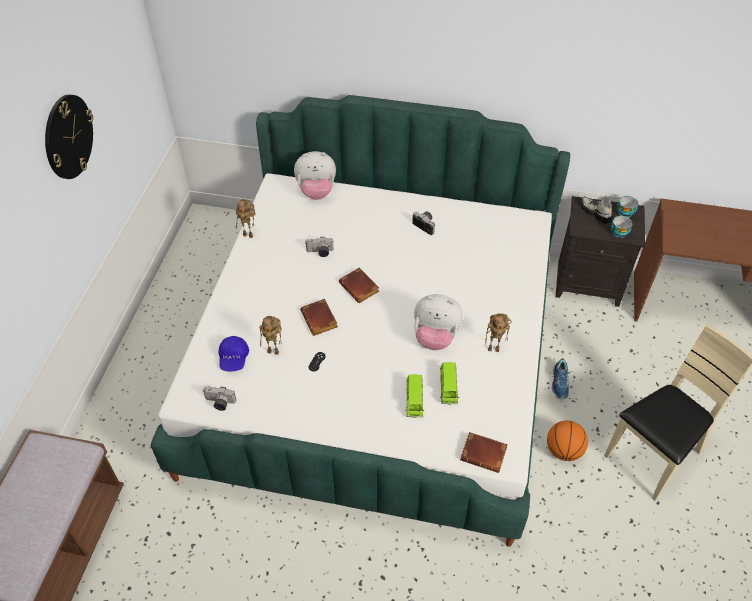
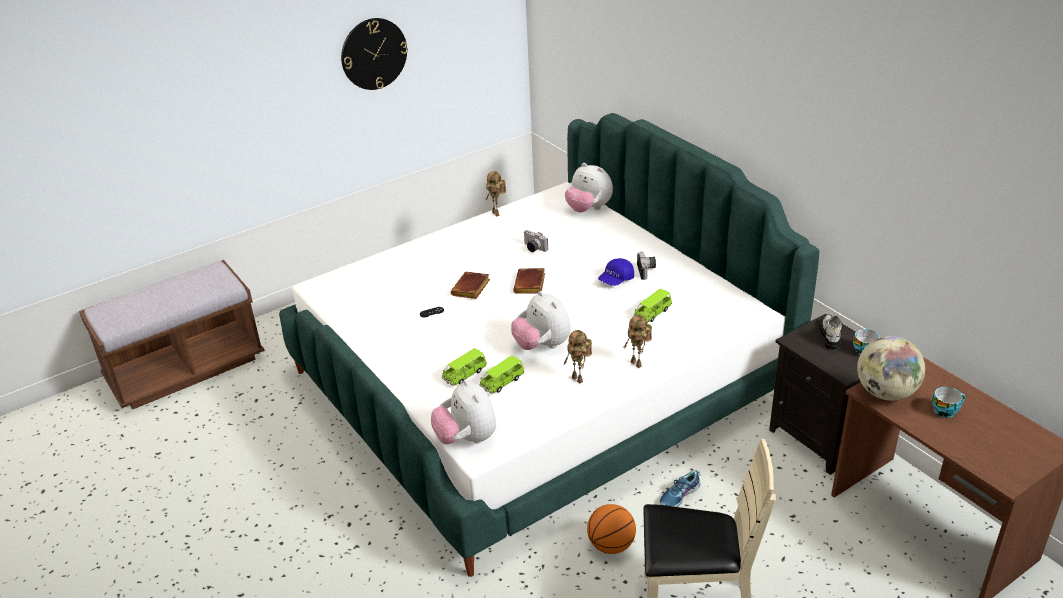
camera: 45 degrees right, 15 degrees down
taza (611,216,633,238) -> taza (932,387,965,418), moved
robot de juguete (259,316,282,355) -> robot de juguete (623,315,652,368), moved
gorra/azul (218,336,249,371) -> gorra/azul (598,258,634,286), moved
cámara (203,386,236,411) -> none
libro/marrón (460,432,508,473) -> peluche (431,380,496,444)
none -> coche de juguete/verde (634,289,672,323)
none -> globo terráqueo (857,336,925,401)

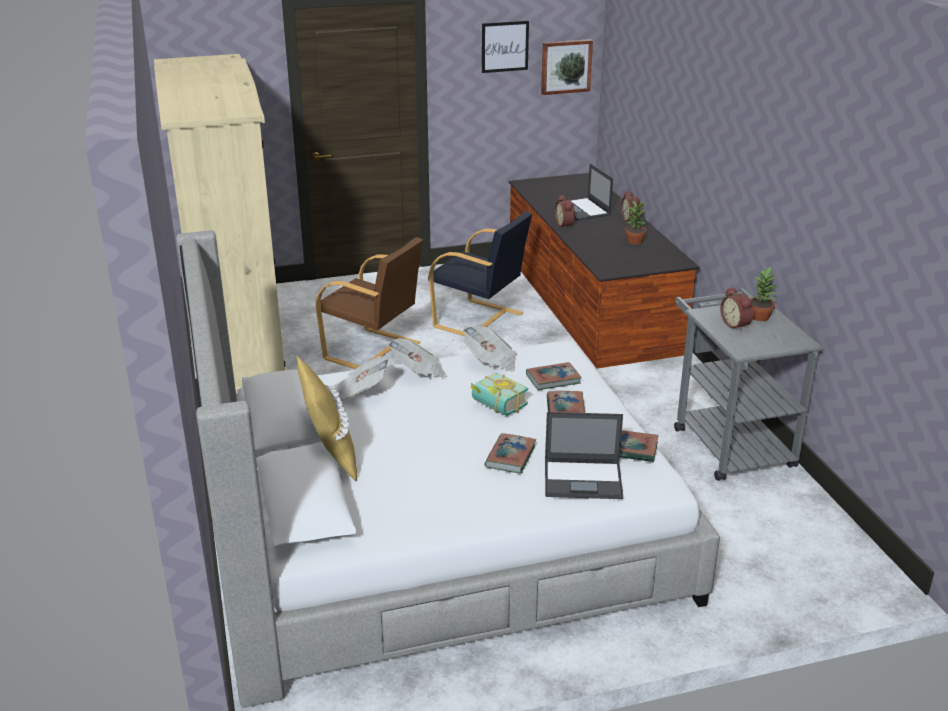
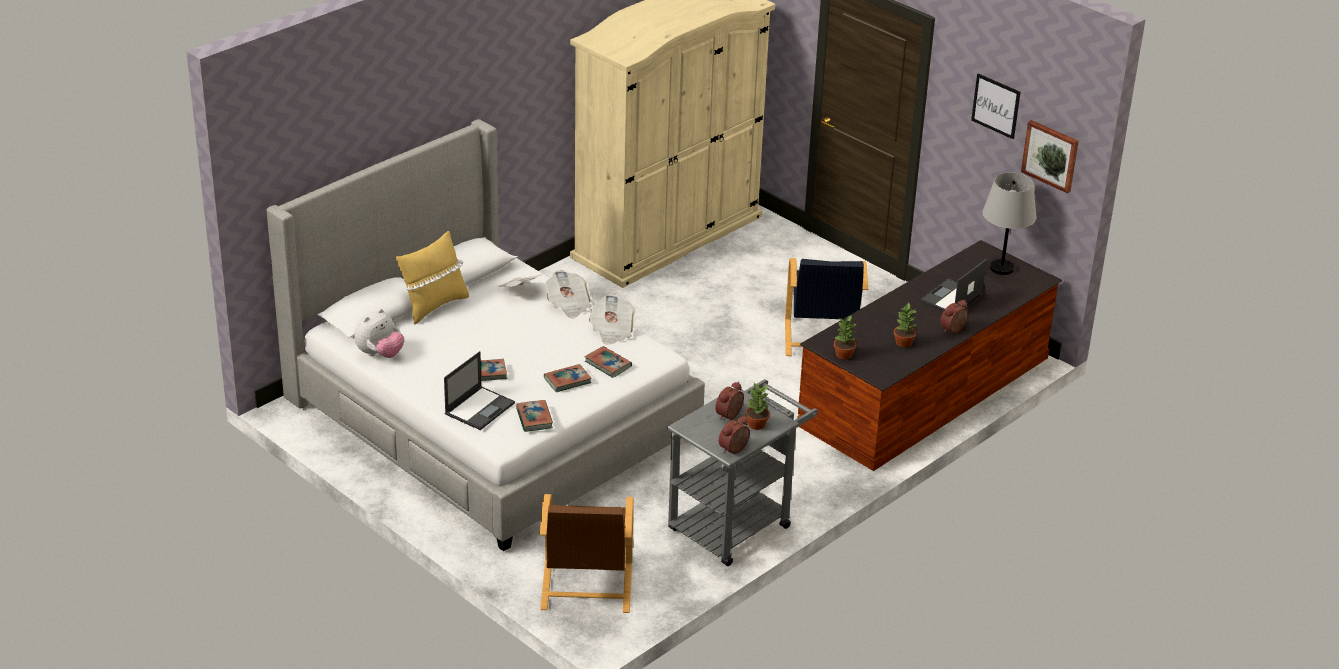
camera: 60 degrees right, 5 degrees up
despertador (555,195,575,229) -> despertador (719,416,750,454), moved
sillón/marrón (316,237,423,369) -> sillón/marrón (540,494,634,613), moved
libro (471,372,528,416) -> none
portátil (545,412,623,499) -> portátil (444,351,515,430), 120 degrees counterclockwise
none -> lámpara de mesa/gris (983,173,1037,275)
none -> peluche (355,309,405,358)
none -> planta en maceta (834,315,857,360)

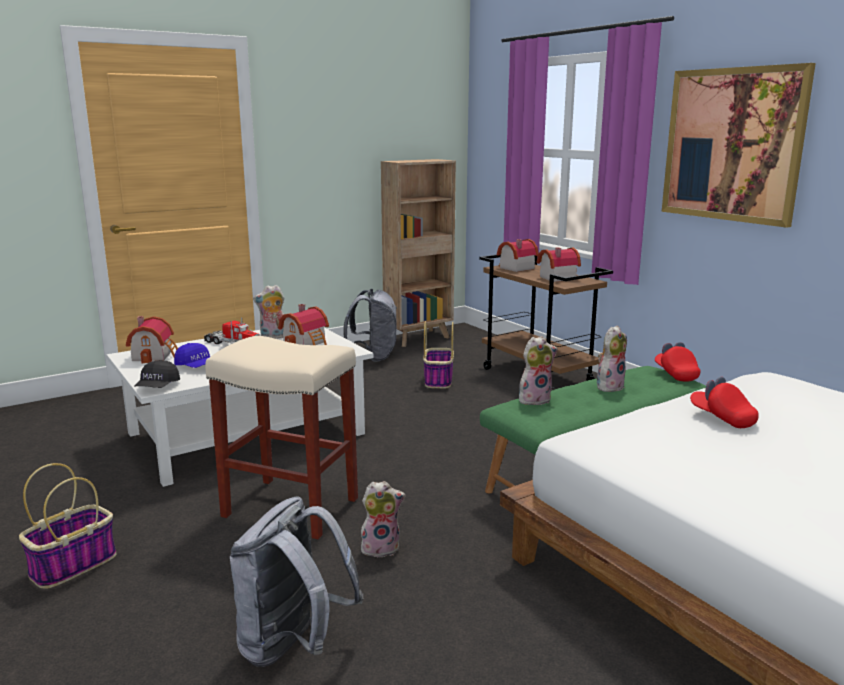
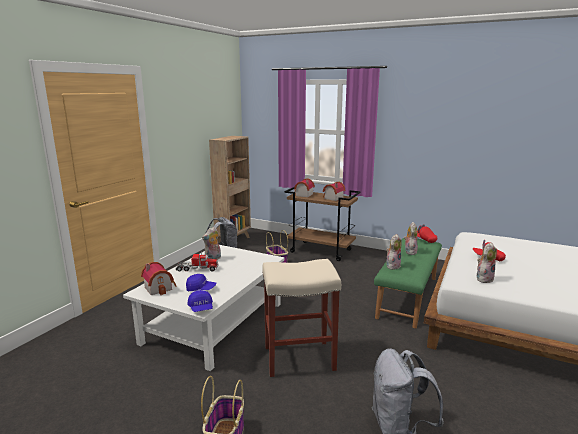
camera: 30 degrees left, 0 degrees up
cuadro (662,63,816,228) -> none
casita (278,304,329,345) -> none
gorra/negro (134,360,180,388) -> gorra/azul (187,290,213,312)
peluche (361,481,406,558) -> peluche (477,242,497,283), moved

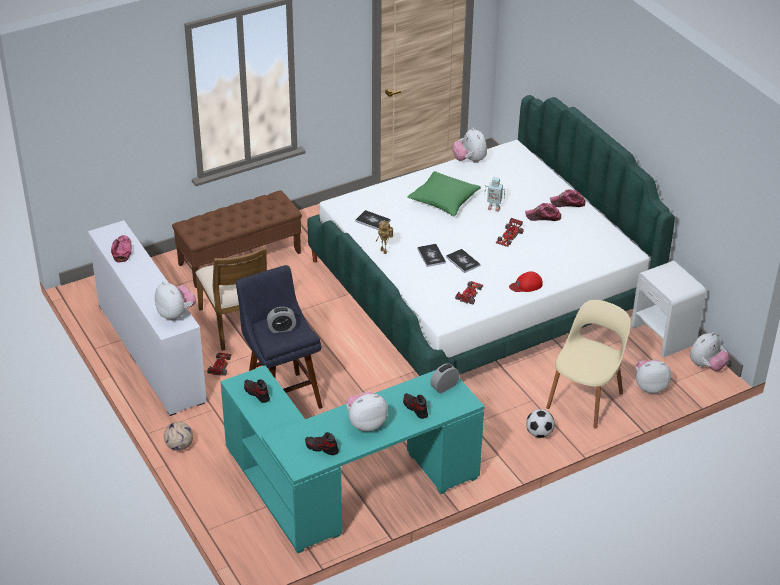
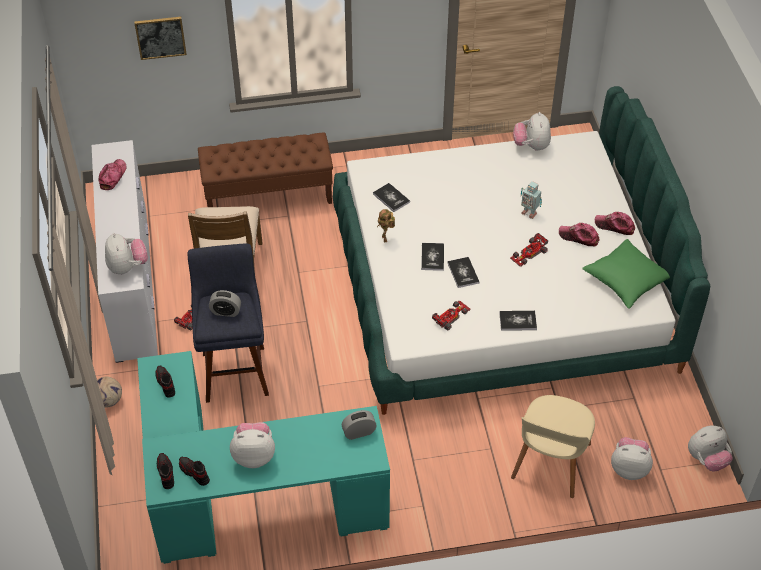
camera: 20 degrees right, 10 degrees up
cojín/verde (408,171,481,216) -> cojín/verde (582,239,670,309), moved
mesita de noche/blanco (631,261,706,358) -> none
gorra/rojo (509,272,543,292) -> libro (499,311,537,331)
silla/beis (546,300,631,429) -> silla/beis (511,395,595,498), 150 degrees clockwise
zapato (403,393,428,419) -> zapato (157,453,174,489), moved
balón de fútbol (526,409,555,438) -> none
none -> cuadro (134,17,187,60)

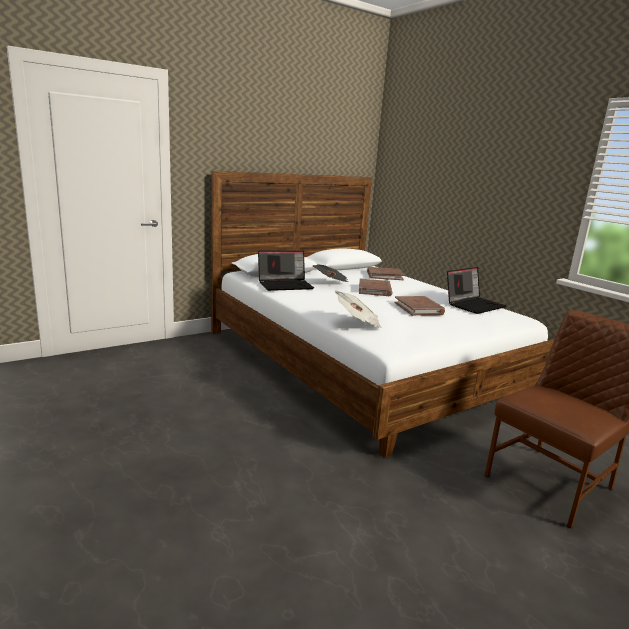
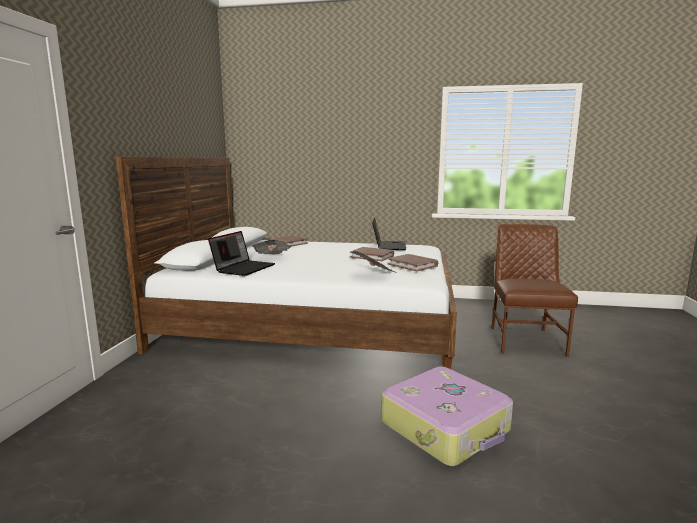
camera: 45 degrees left, 5 degrees down
libro/marrón (359,279,392,296) -> libro/marrón (387,254,438,272), moved
none -> maleta (381,367,513,466)

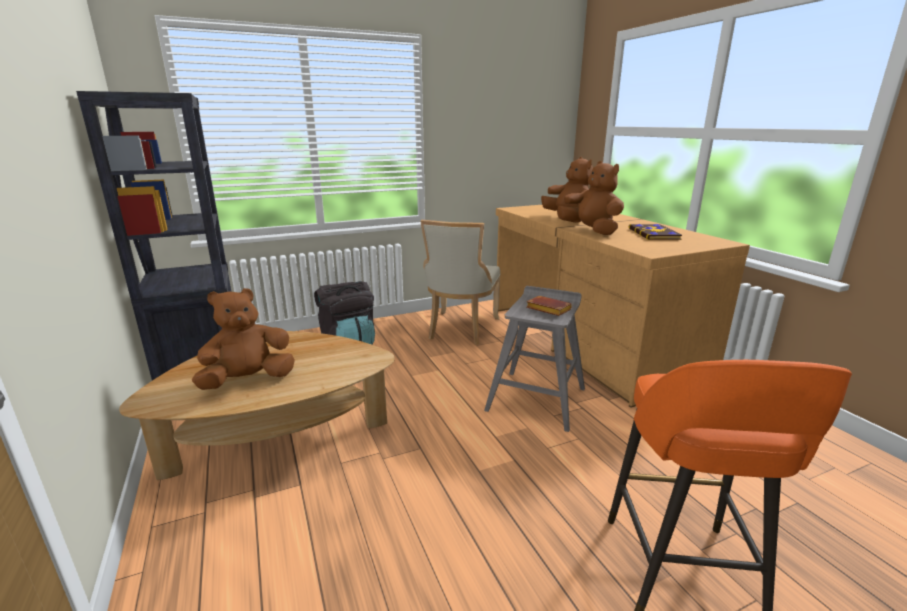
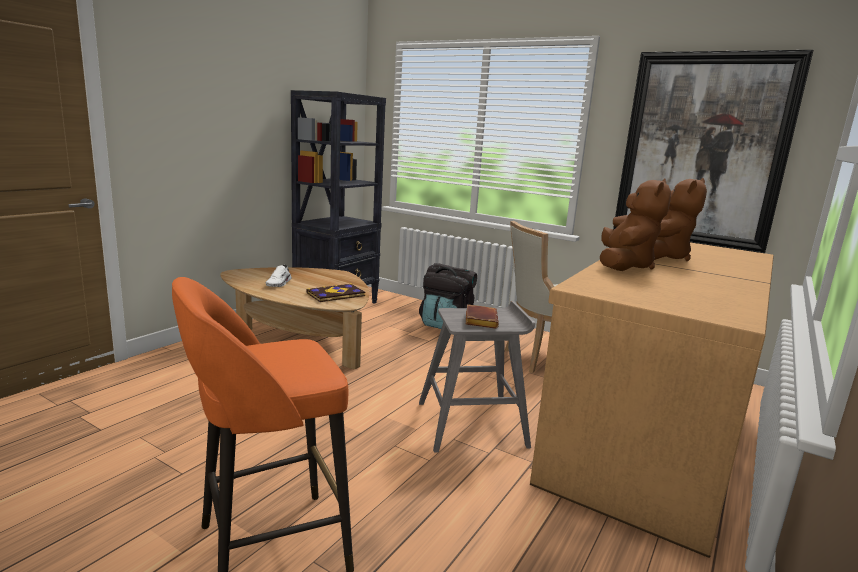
camera: 55 degrees right, 5 degrees down
libro (628,224,682,240) -> libro (307,283,366,302), moved
peluche/marrón (192,288,295,390) -> zapato/blanco (266,264,292,287)
none -> cuadro (613,50,814,253)

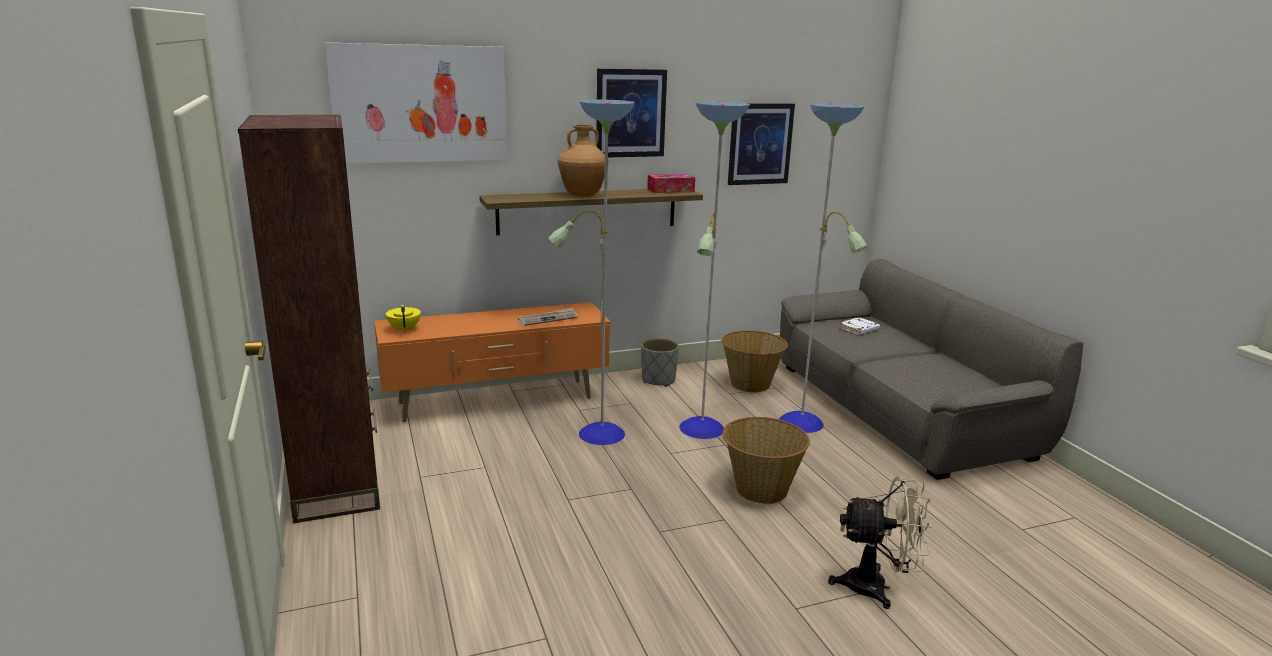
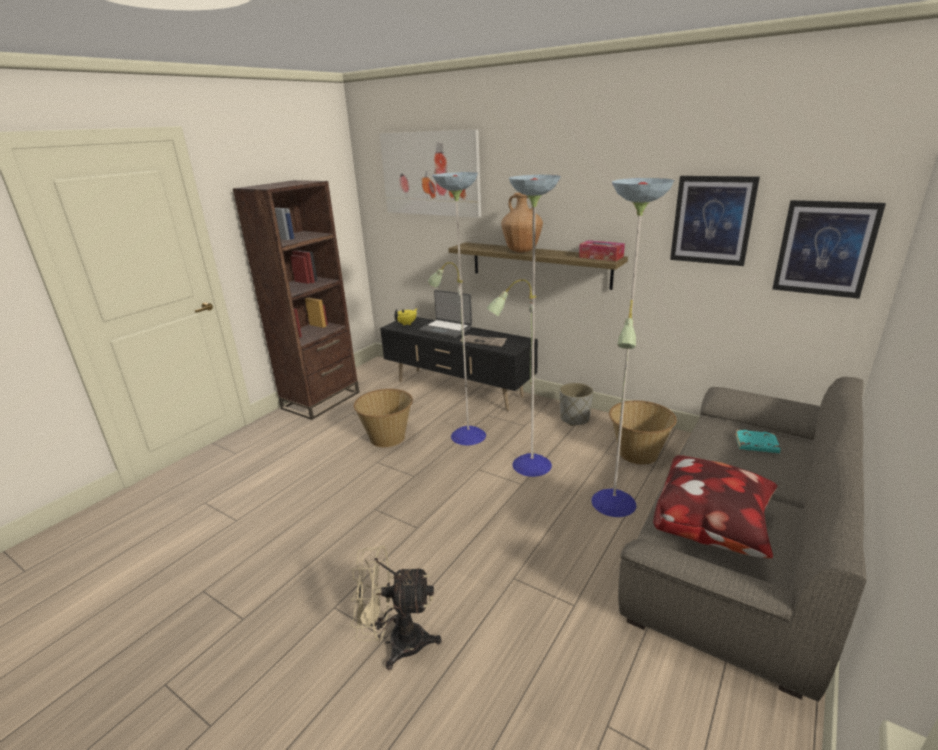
camera: 55 degrees right, 5 degrees up
cuadro (596,69,667,157) -> cuadro (772,200,886,299), moved
mueble de televisión/naranja (374,302,610,422) -> mueble de televisión/negro (380,317,538,411)
libro/blanco (839,317,880,335) -> libro/turquesa (735,430,781,453)
cesta (722,417,810,504) -> cesta (353,389,413,447), moved
ventilador/beis (828,476,932,609) -> ventilador/beis (350,545,442,670), 120 degrees clockwise
none -> portátil (419,290,472,338)
none -> cojín (653,455,778,558)

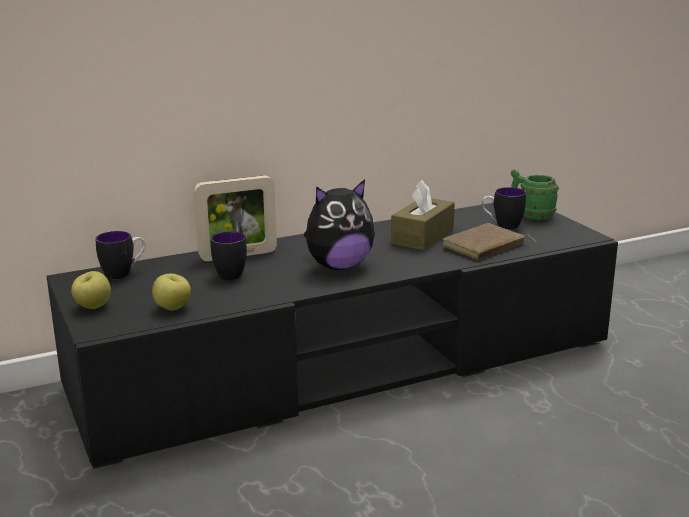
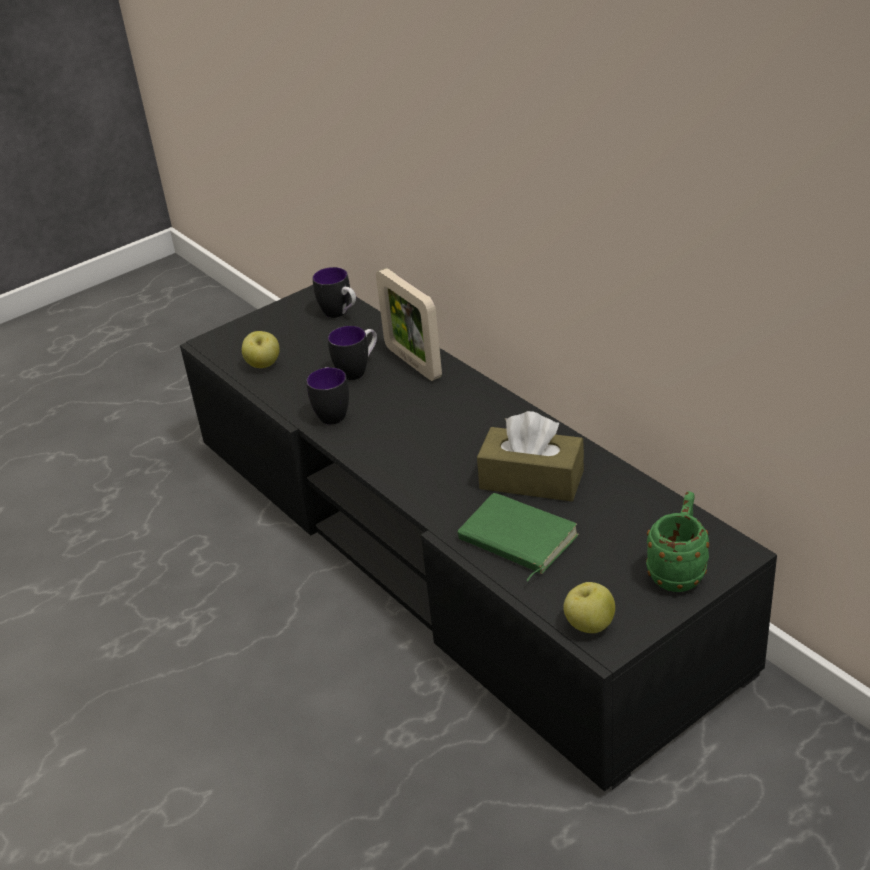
camera: 80 degrees right, 15 degrees up
peluche (304,179,375,270) -> none
taza grande (482,187,526,229) -> taza grande (306,367,349,425), moved
libro/marrón (442,223,537,260) -> libro/verde (457,493,579,581)
manzana (71,271,111,309) -> manzana (563,582,615,633), moved

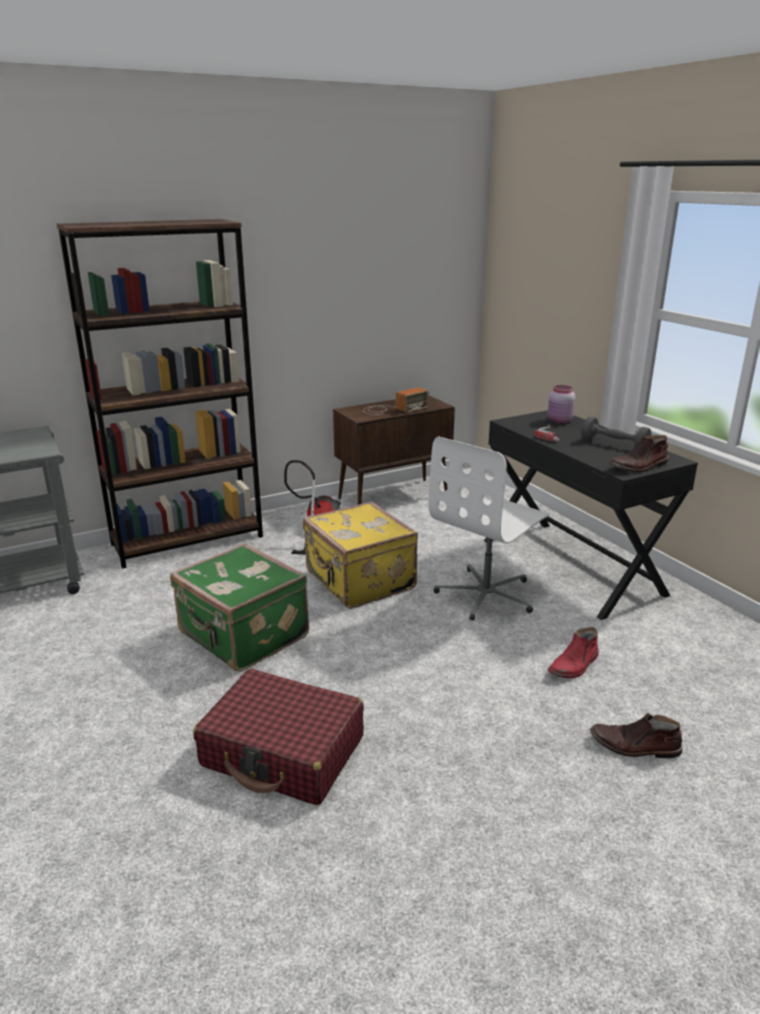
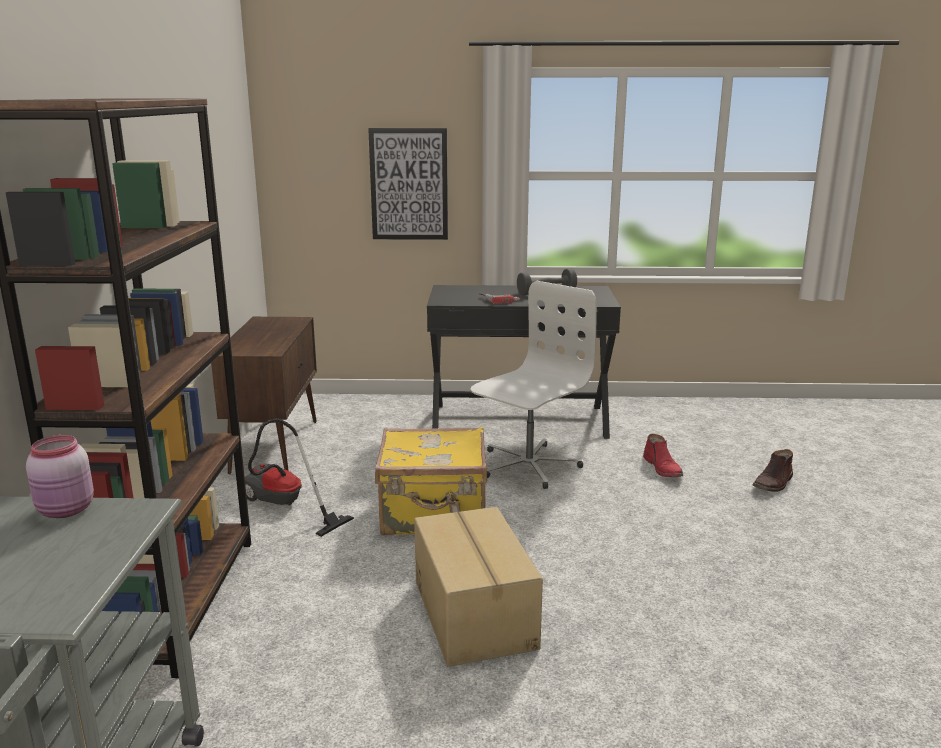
camera: 60 degrees left, 5 degrees down
tarro/rosa (548,385,576,423) -> tarro/rosa (26,435,94,518), moved
radio (363,387,429,415) -> none
bota/marrón (608,435,669,473) -> none
silla de oficina/blanco (428,436,549,621) -> silla de oficina/blanco (471,281,597,489), 120 degrees counterclockwise
maleta/verde (170,543,309,672) -> caja de cartón (414,507,543,667)
maleta/rojo (193,669,364,805) -> none
none -> cuadro (368,128,448,240)

